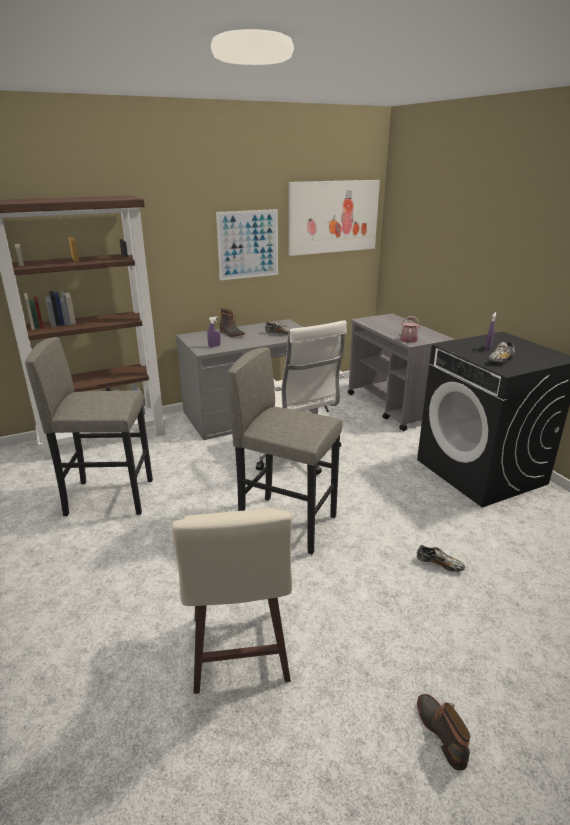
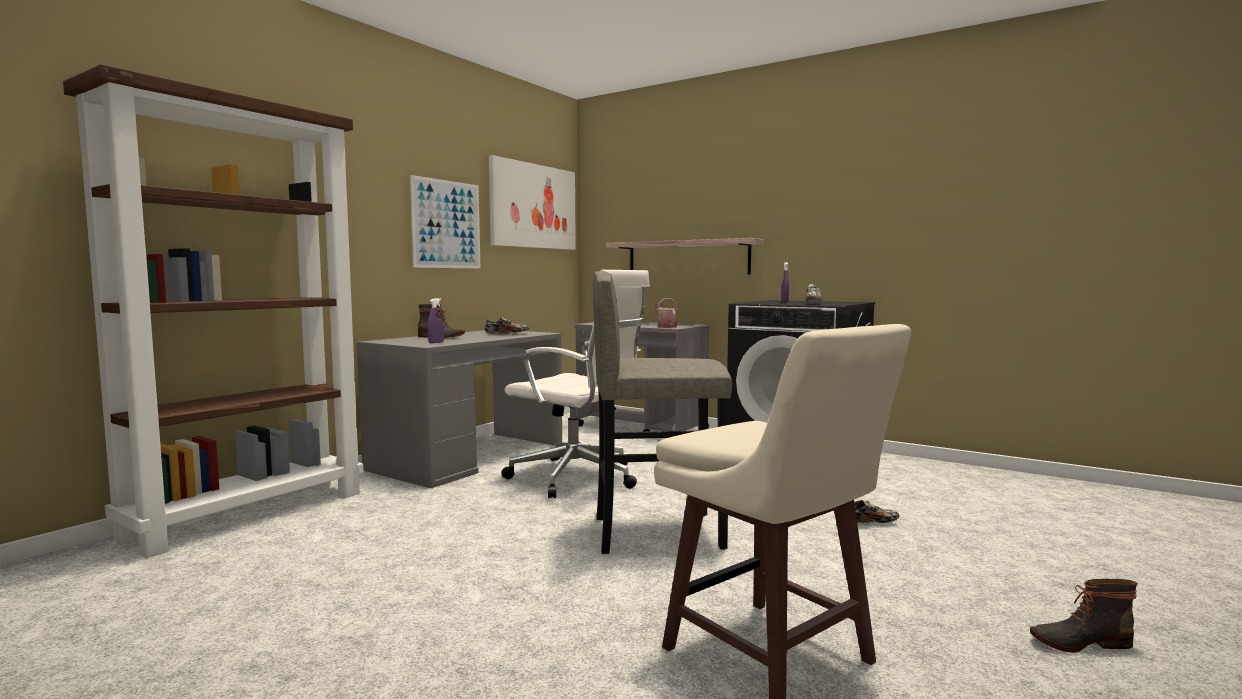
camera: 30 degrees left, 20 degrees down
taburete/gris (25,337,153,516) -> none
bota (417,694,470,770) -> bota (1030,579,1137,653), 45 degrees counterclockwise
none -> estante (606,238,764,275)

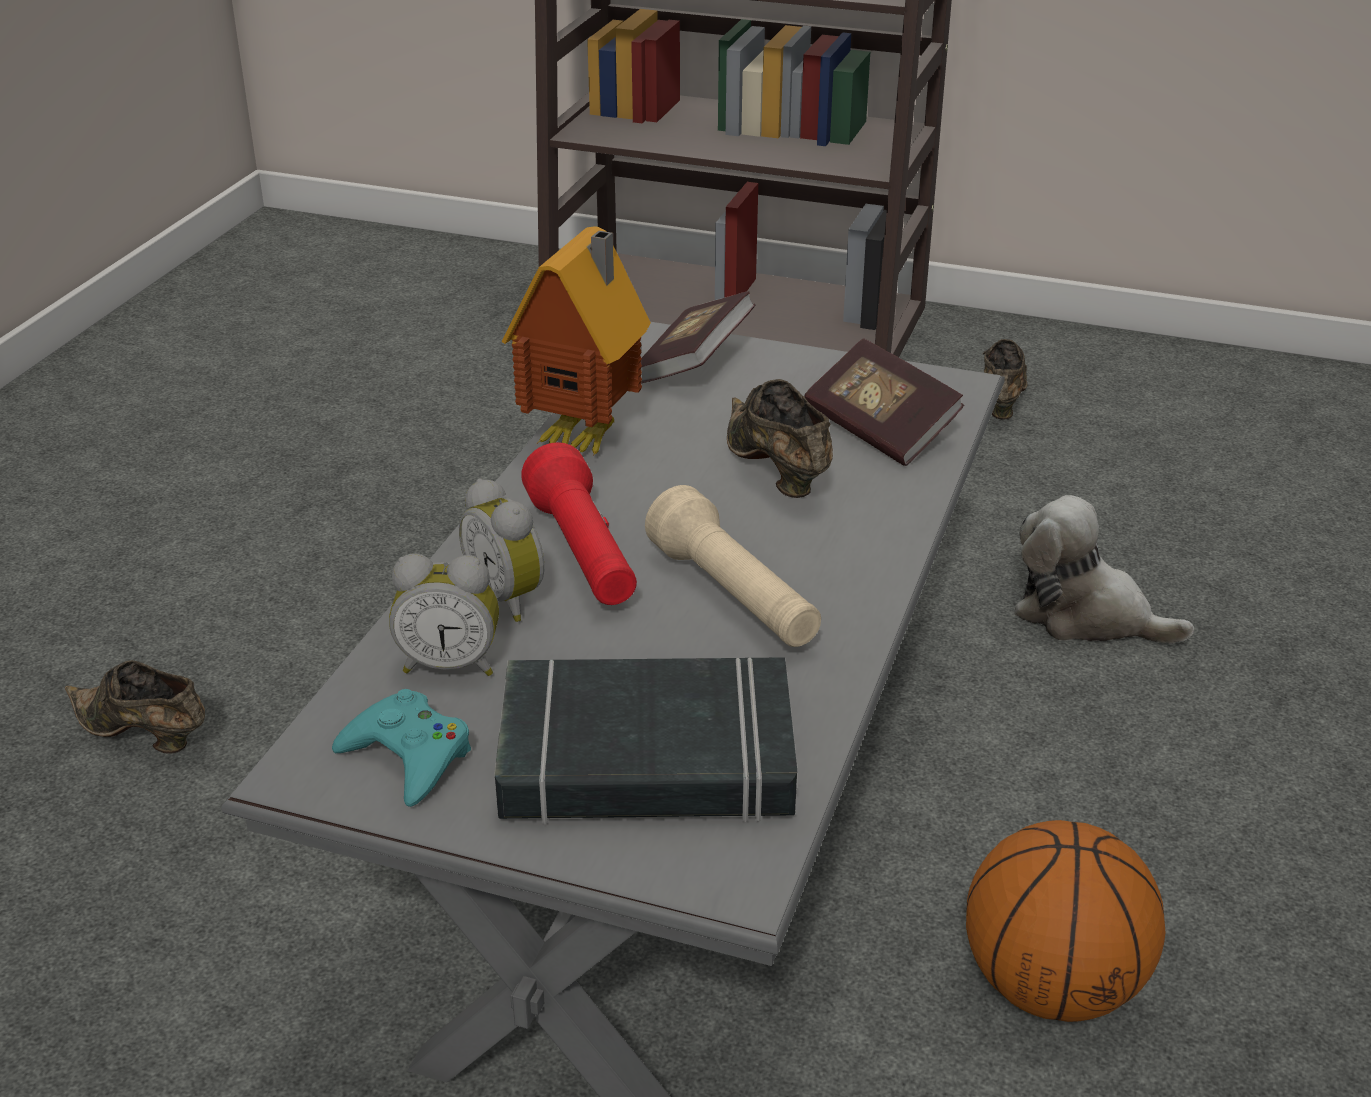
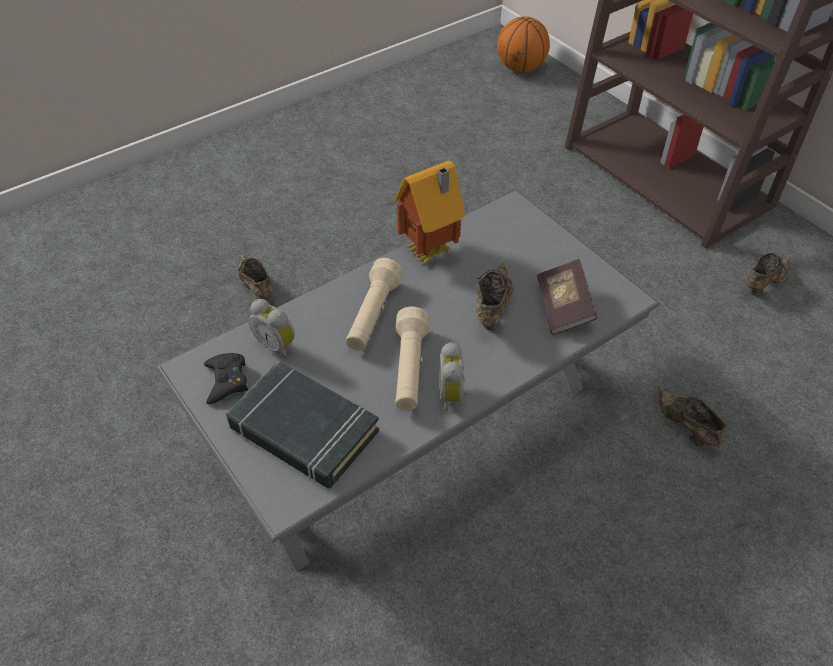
camera: 35 degrees right, 15 degrees up
libro (640,291,755,383) -> none
linterna/rojo (521,442,637,605) -> linterna/beis (346,258,403,351)
despertador (459,478,544,622) -> despertador (439,342,467,411), moved
peluche (1014,495,1194,644) -> zapato/marrón (658,385,726,446)
mando de consola/turquesa (332,689,471,807) -> mando de consola/negro (204,353,248,404)
balón de baloncesto (966,820,1166,1022) -> balón de baloncesto (497,16,550,73), moved

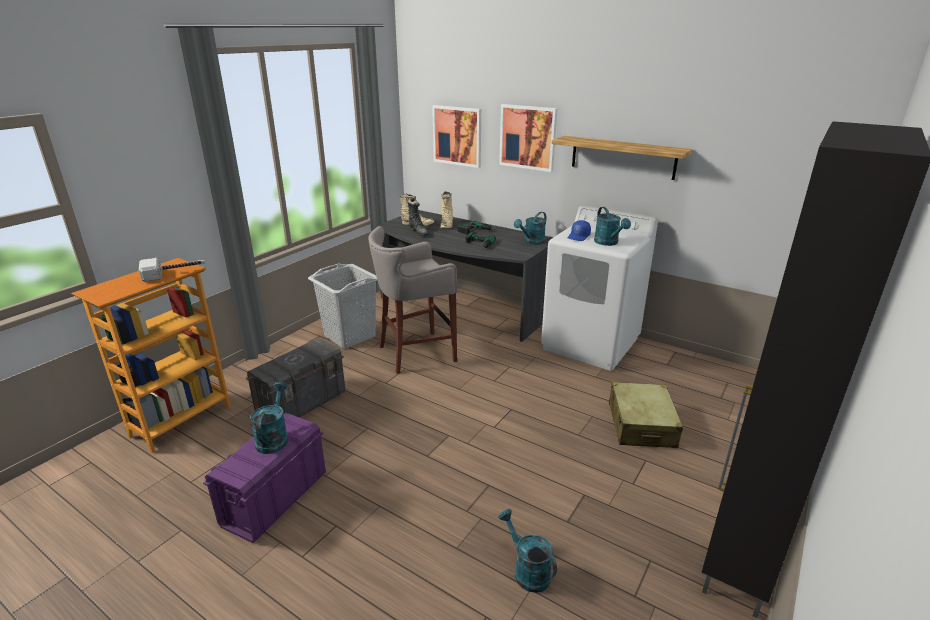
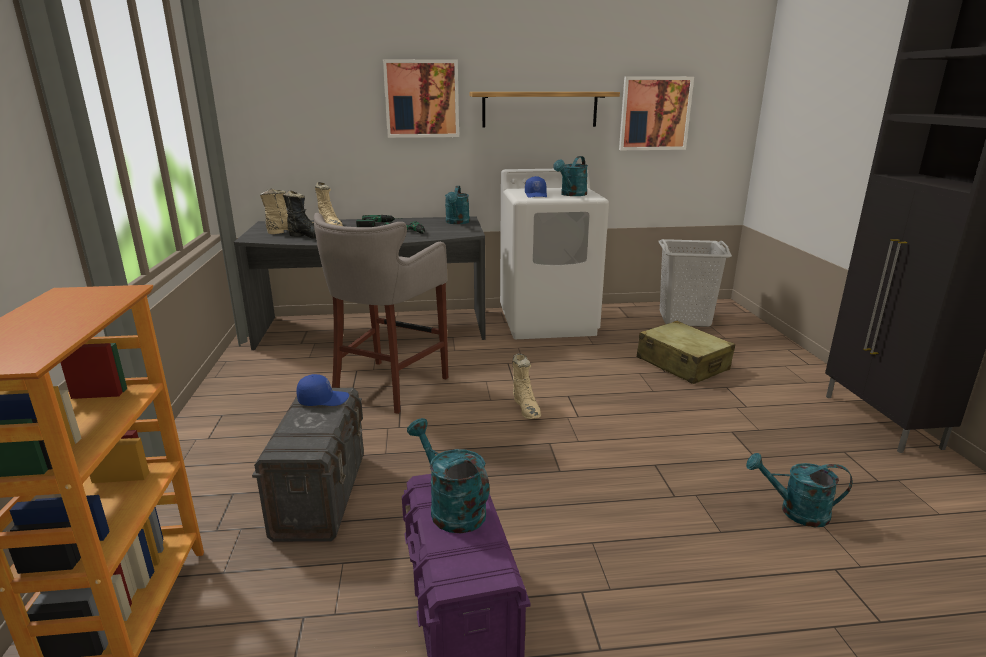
camera: 40 degrees left, 5 degrees down
cuadro (432,105,481,168) -> cuadro (619,77,694,150), moved
regadera/turquesa (594,207,631,246) -> regadera/turquesa (553,156,588,196), 90 degrees clockwise
martillo (139,258,205,282) -> none
cesto de la ropa/gris (308,264,377,349) -> cesto de la ropa/gris (658,239,732,327), moved
none -> bota/beis (512,353,541,419)
none -> gorra/azul (296,374,349,406)

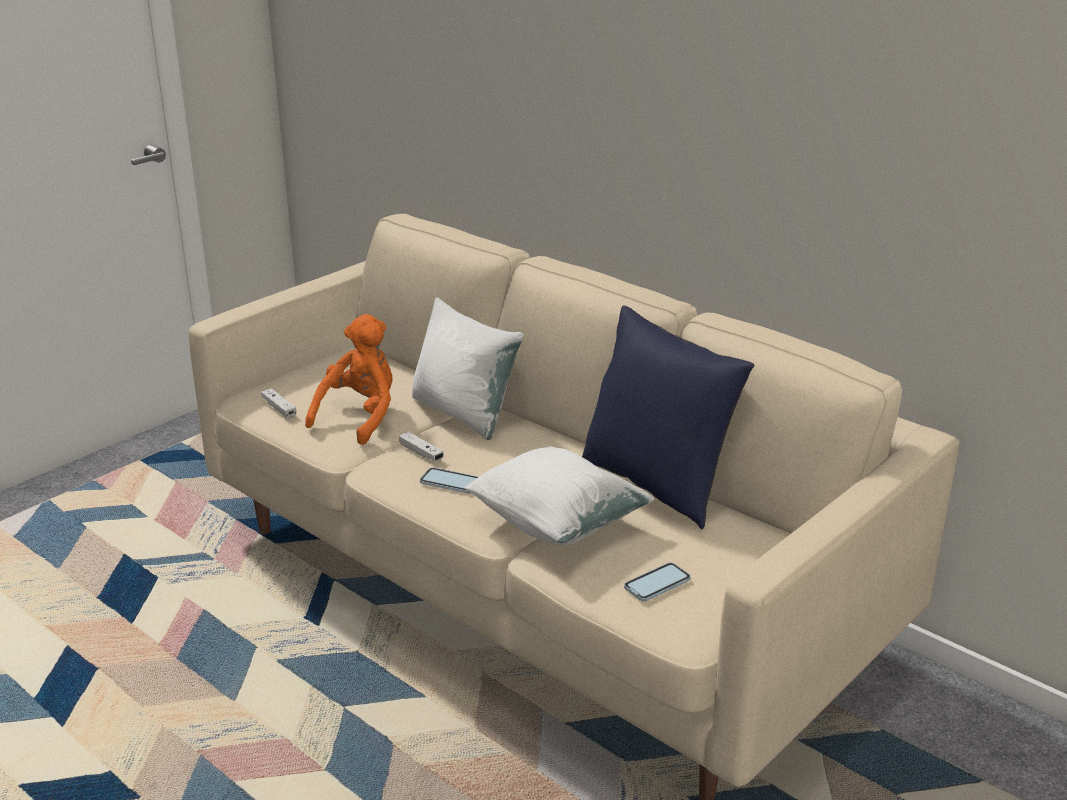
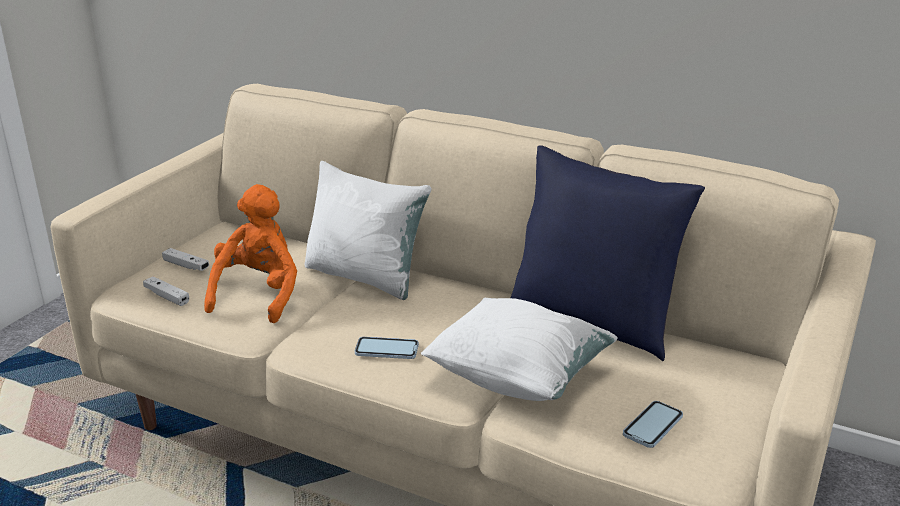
camera: 15 degrees left, 0 degrees up
mando de consola/blanco (399,432,444,461) -> mando de consola/blanco (162,248,209,271), moved

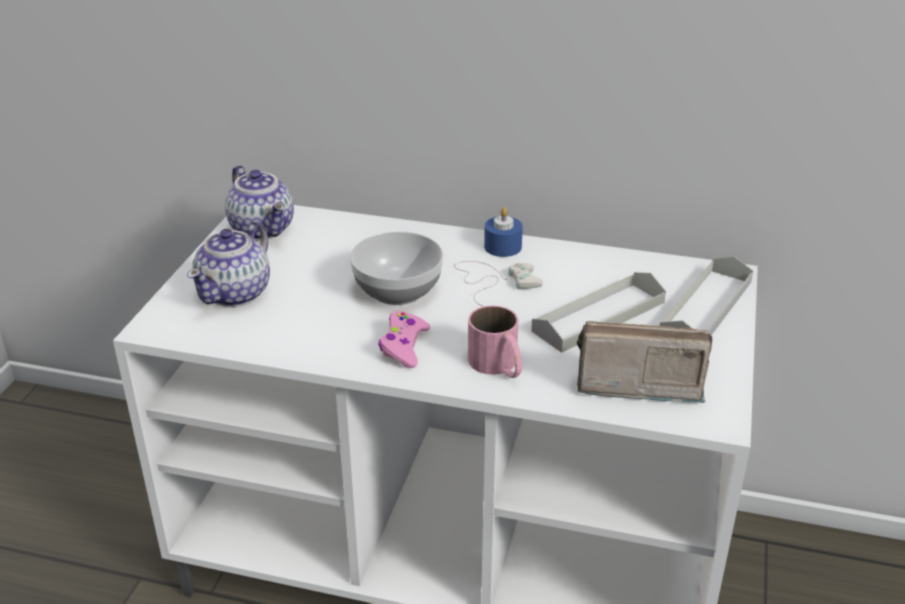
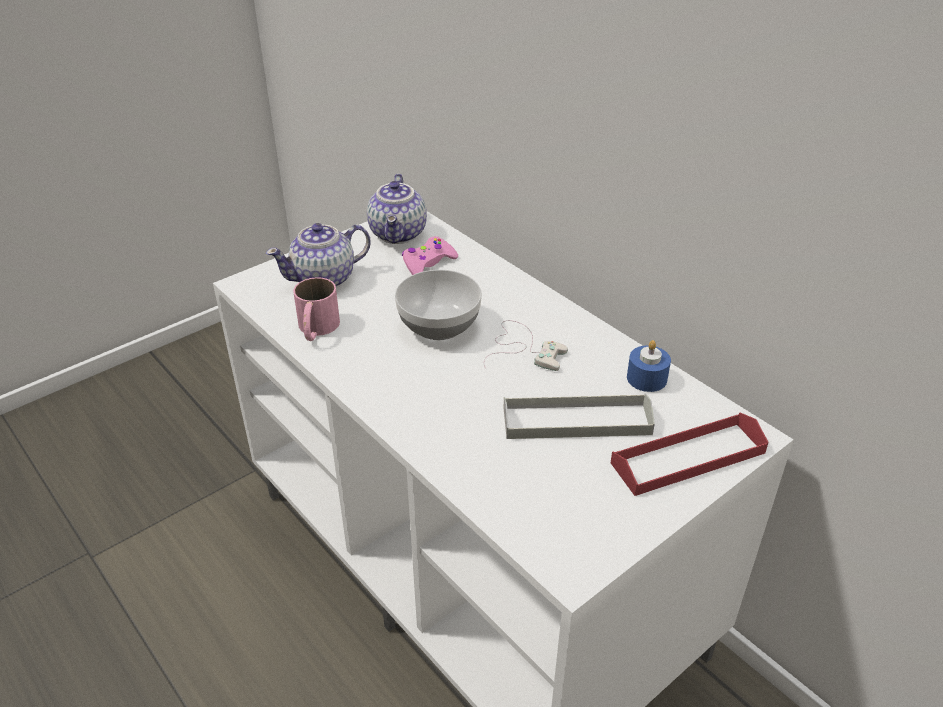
camera: 35 degrees right, 5 degrees up
vela/azul (484,207,523,257) -> vela/azul (627,340,671,392), moved
bandeja/gris (659,256,753,335) -> bandeja/rojo (611,413,769,496)
taza grande/rosa (468,305,522,378) -> taza grande/rosa (293,277,340,341), moved
mando de consola/rosa (378,311,430,368) -> mando de consola/rosa (402,236,458,275), moved
radio (577,321,712,403) -> none

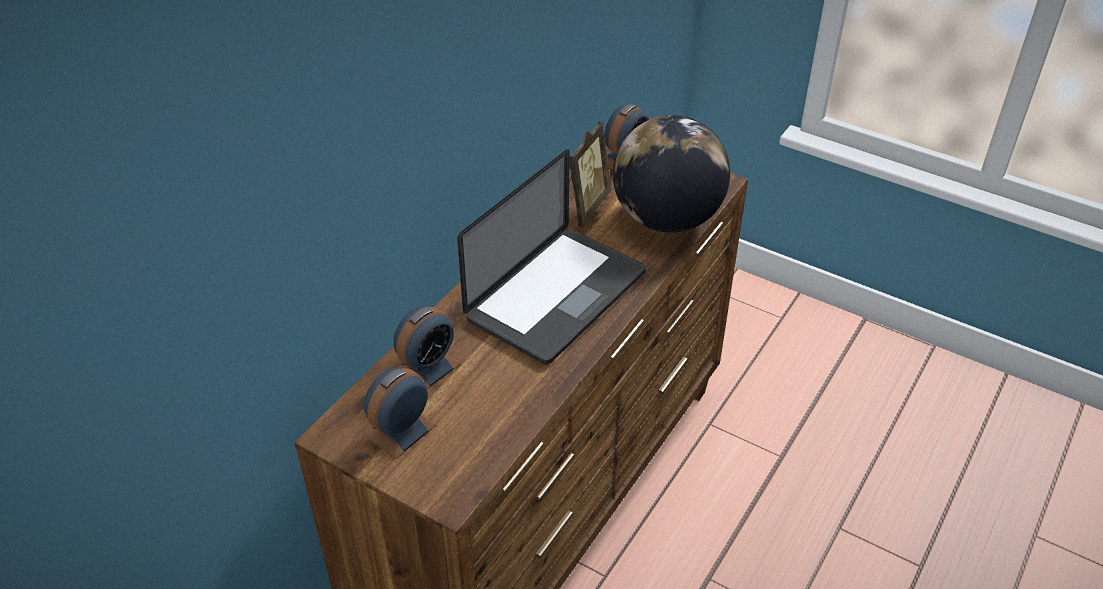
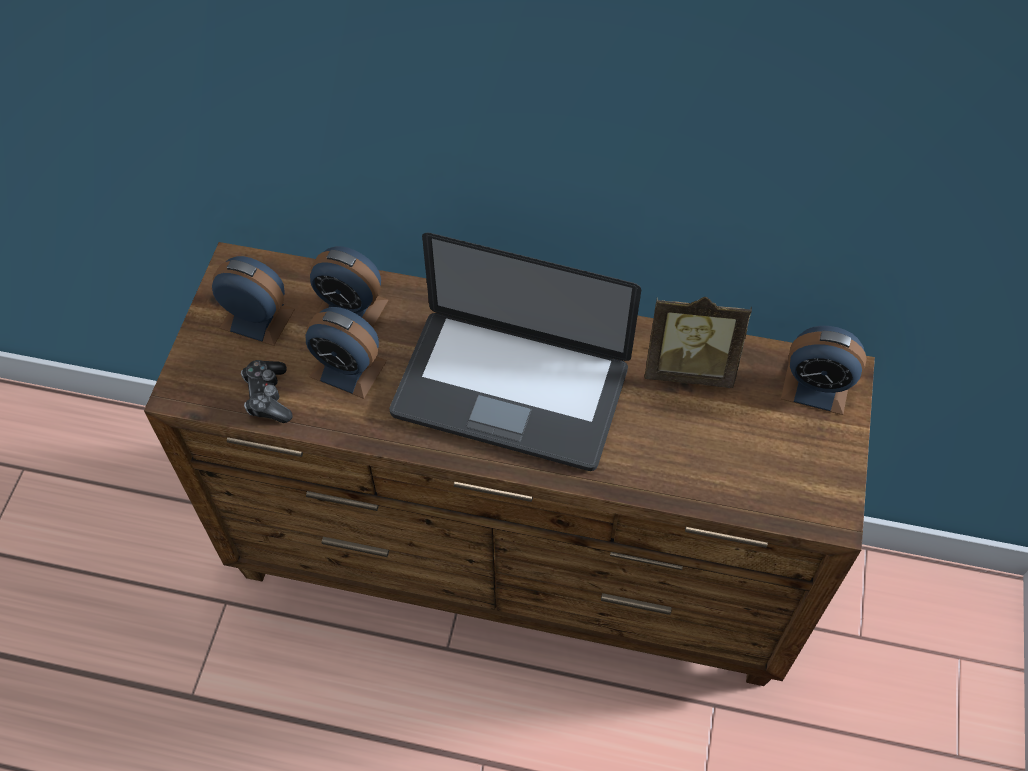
camera: 70 degrees right, 15 degrees up
globo terráqueo (613,115,730,233) -> none
none -> despertador (305,307,387,399)
none -> mando de consola (241,360,293,423)

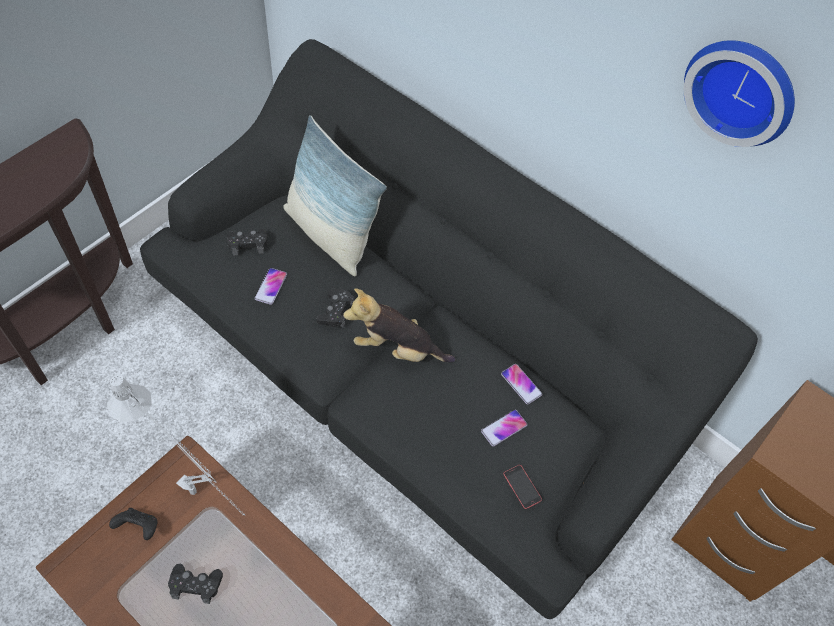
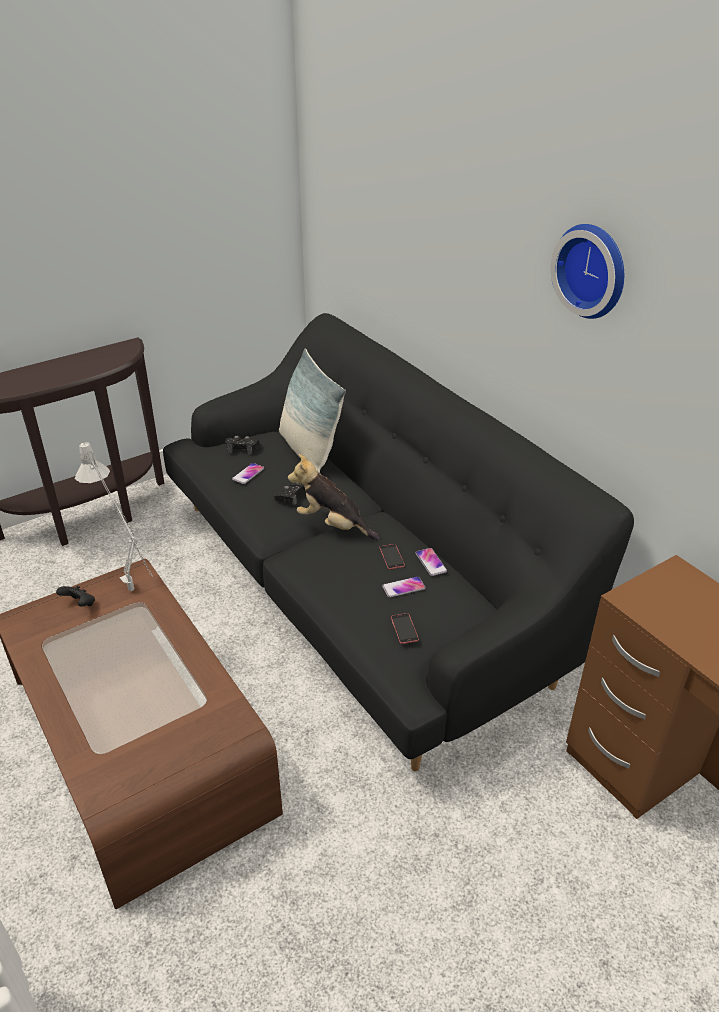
camera: 20 degrees right, 20 degrees down
mando de consola/negro (168,563,223,604) -> none
none -> móvil (379,544,405,569)

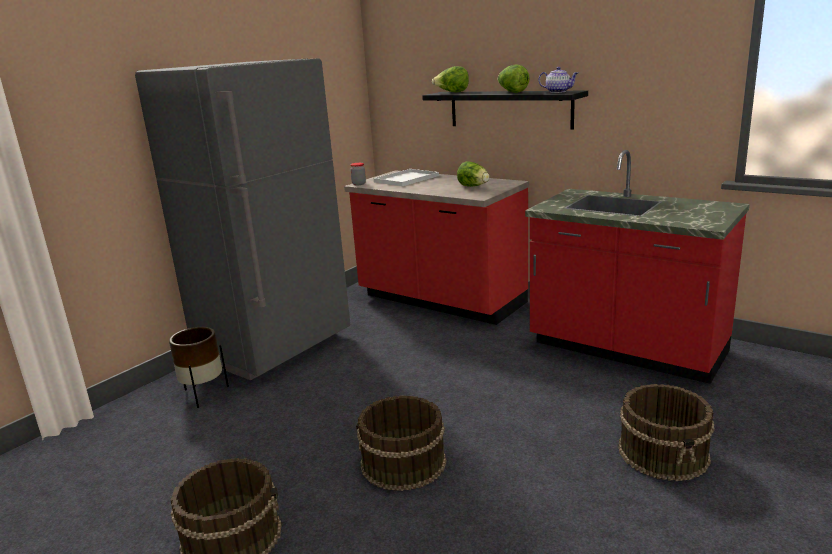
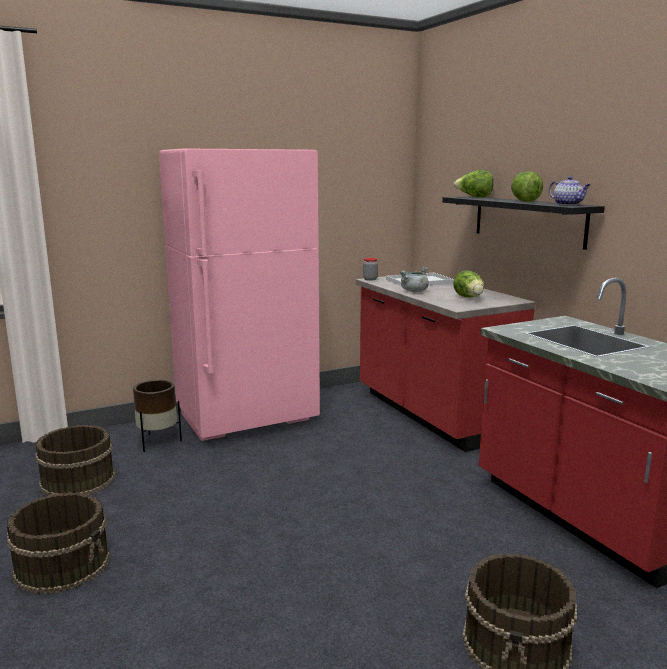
camera: 25 degrees right, 5 degrees down
nevera/gris (135,58,350,380) -> nevera/rosa (159,148,320,441)
cubo/marrón (356,396,446,491) -> cubo/marrón (35,425,115,496), moved
none -> olla/gris (399,267,429,292)

